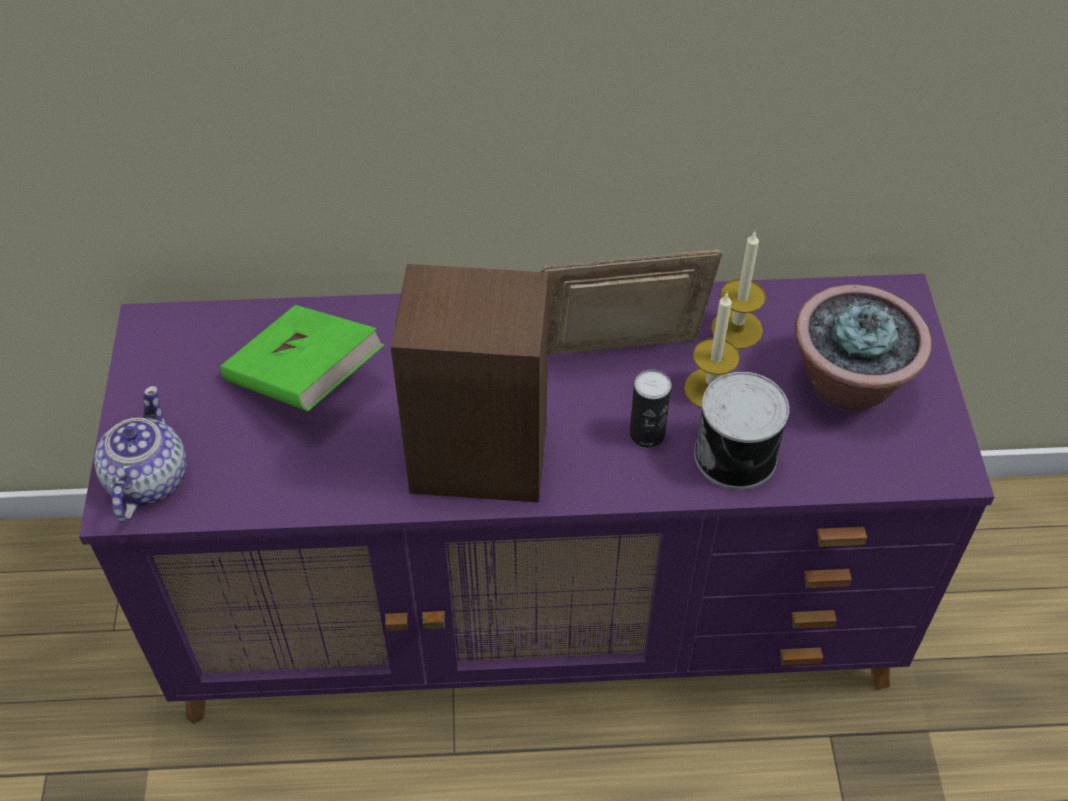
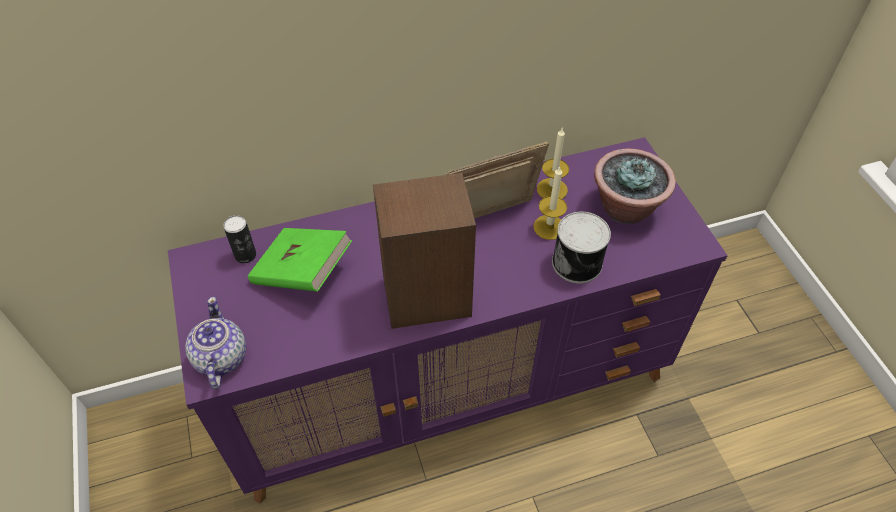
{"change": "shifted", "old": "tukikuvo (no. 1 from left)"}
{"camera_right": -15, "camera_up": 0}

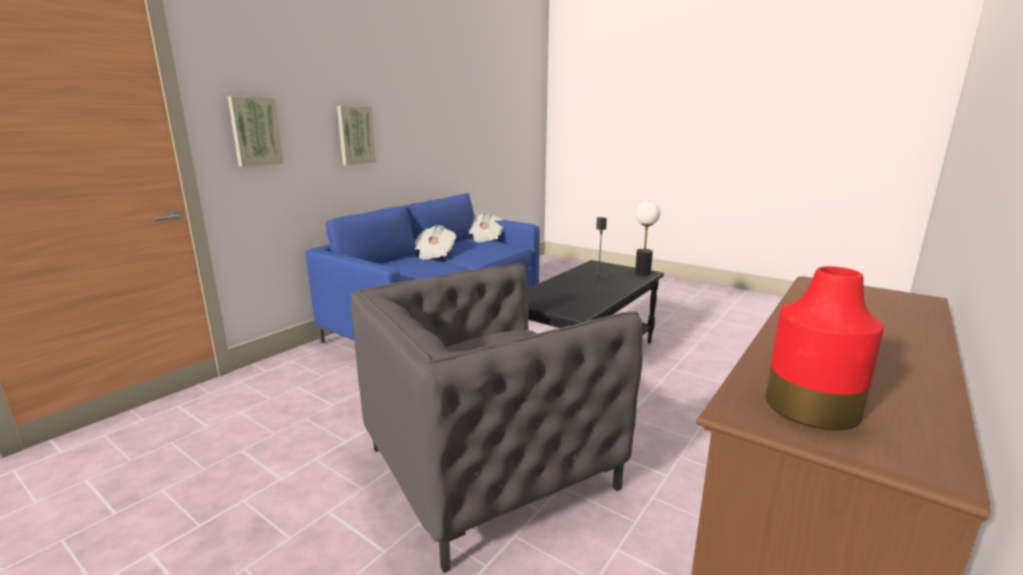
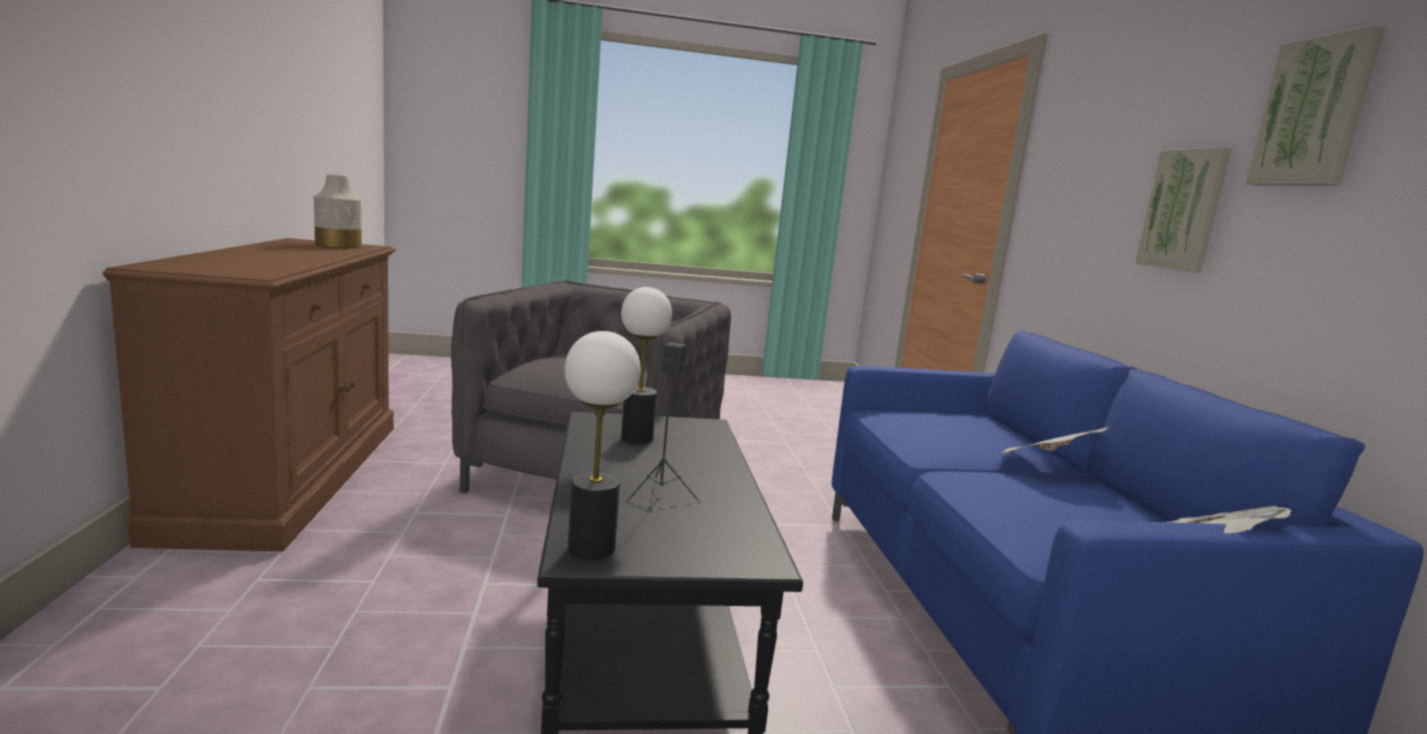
{"change": "repainted", "old": "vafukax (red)", "new": "vafukax (beige)"}
{"change": "new", "new": "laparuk (no. 2 from left)"}
{"change": "shifted", "old": "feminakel (no. 1 from left in the first image)", "new": "feminakel (no. 2 from left)"}
{"camera_right": 135, "camera_up": -5}

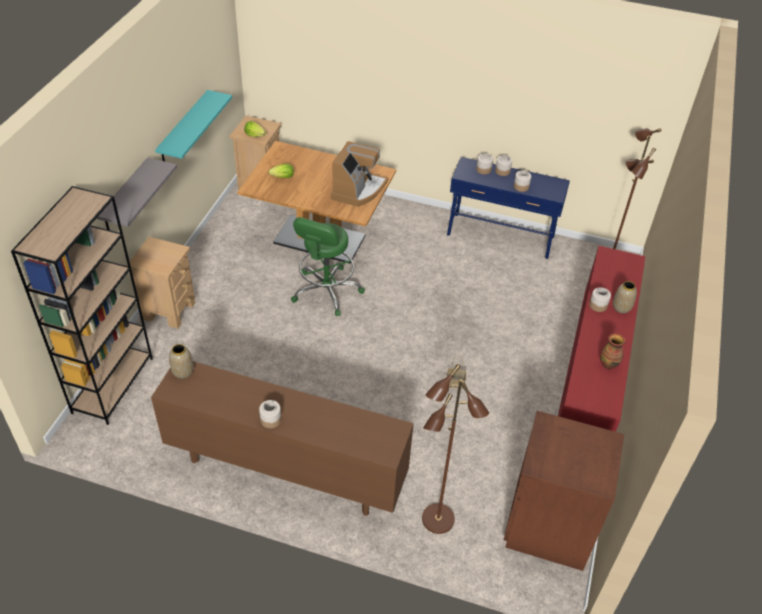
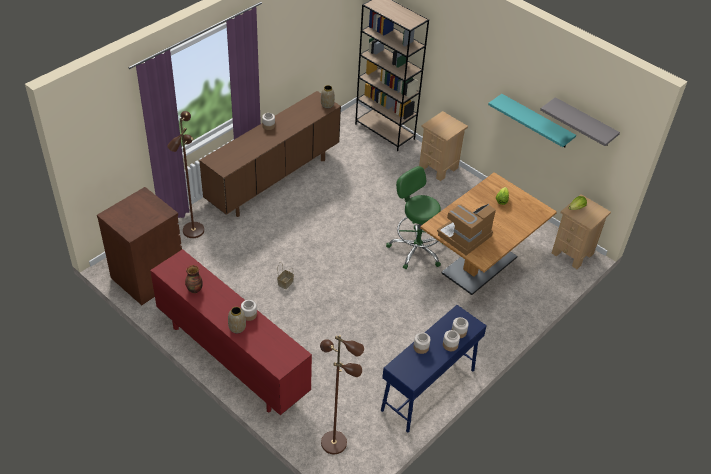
{"change": "rotated", "old": "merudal", "degrees": 90}
{"change": "shifted", "old": "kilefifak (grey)"}
{"camera_right": 115, "camera_up": 0}

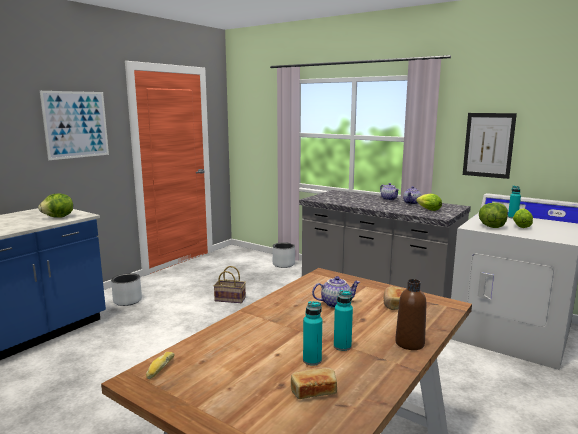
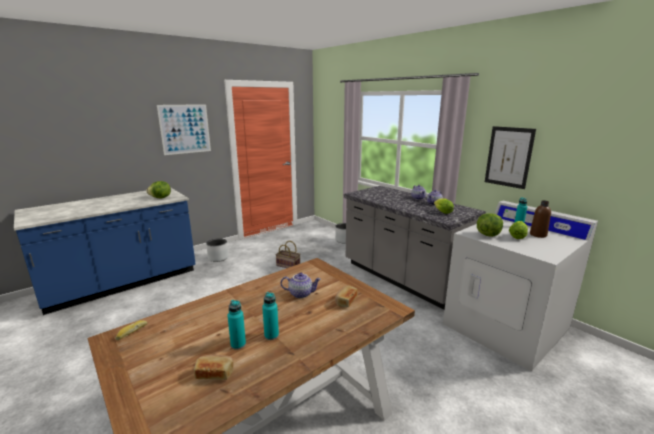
{"change": "shifted", "old": "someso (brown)"}
{"camera_right": 15, "camera_up": 5}

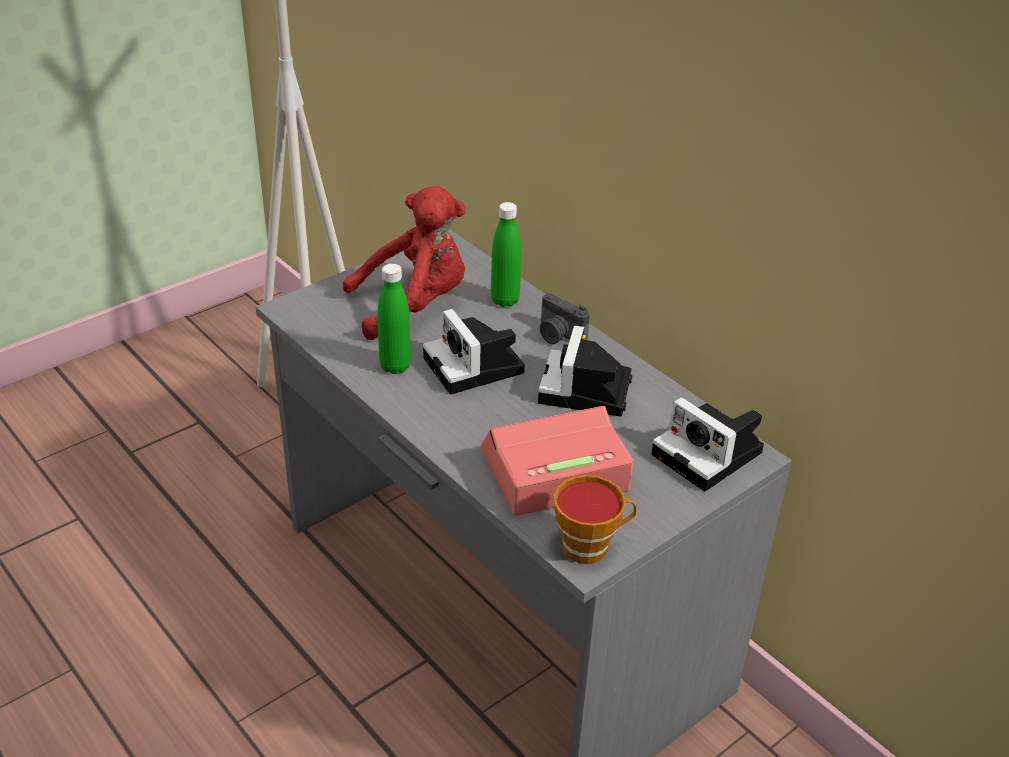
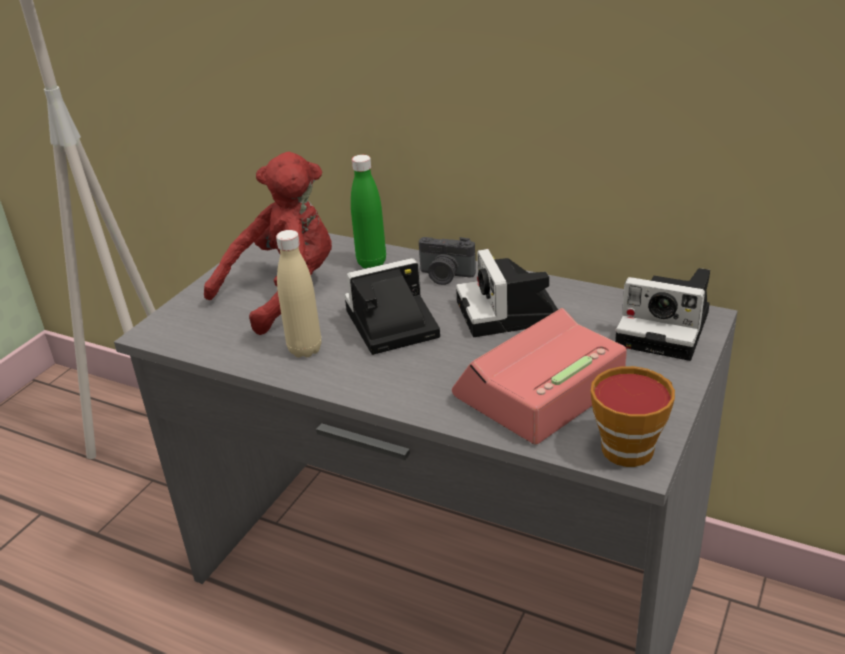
{"change": "repainted", "old": "someso (green) (no. 1 from left)", "new": "someso (beige)"}
{"change": "rotated", "old": "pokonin (no. 1 from left)", "degrees": 120}
{"camera_right": -20, "camera_up": -5}

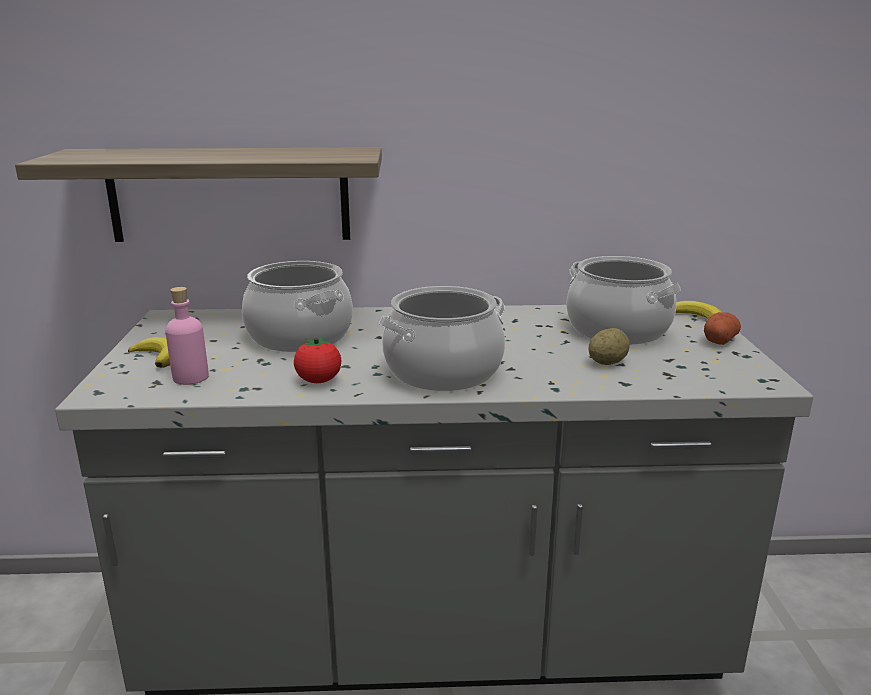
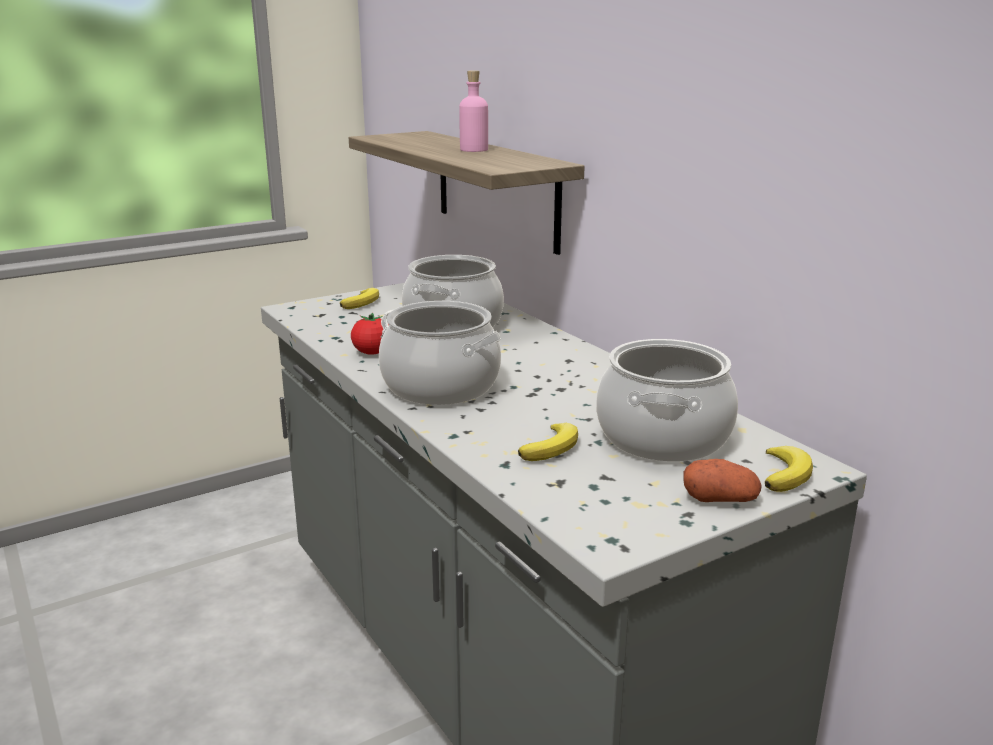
{"change": "shifted", "old": "someso (pink)"}
{"change": "swapped", "old": "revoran (no. 1 from left)", "new": "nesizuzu (no. 2 from left)"}
{"camera_right": 60, "camera_up": 0}

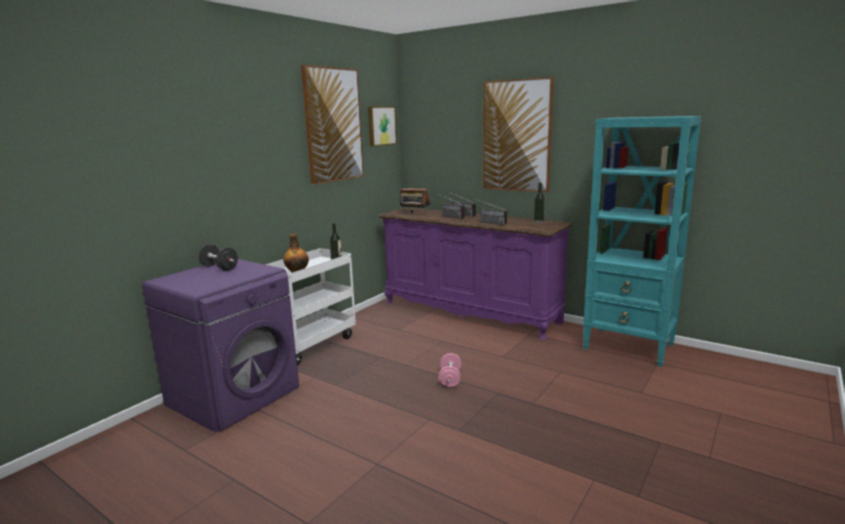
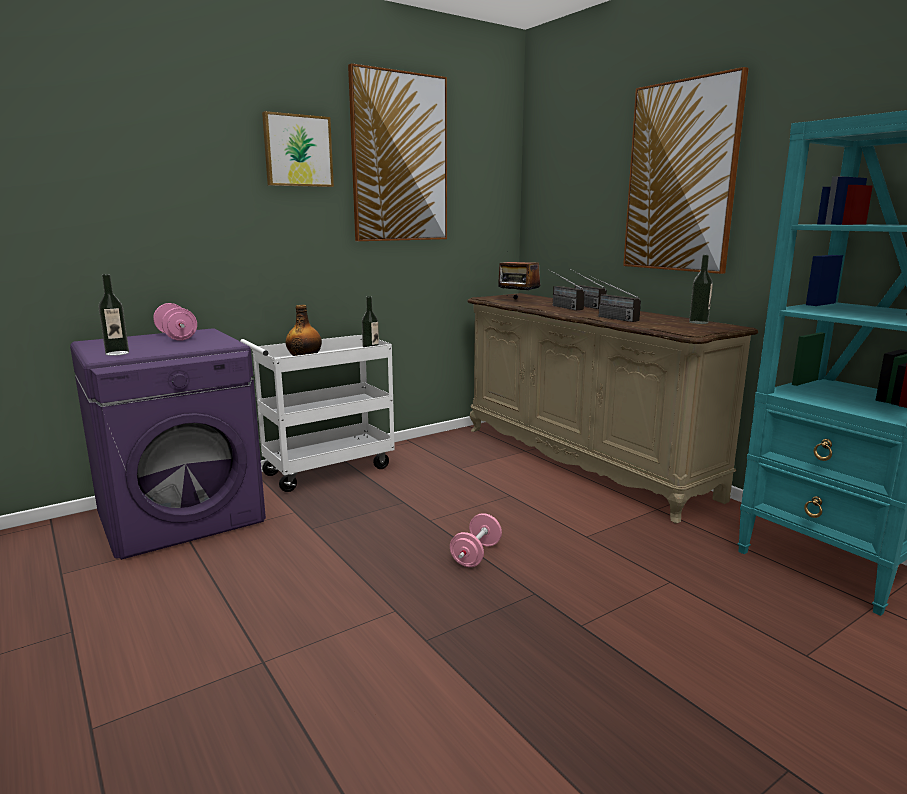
{"change": "new", "new": "someso (no. 1 from left)"}
{"change": "repainted", "old": "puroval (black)", "new": "puroval (pink) (no. 1 from left)"}
{"change": "shifted", "old": "feminakel (no. 2 from left in the first image)", "new": "feminakel (no. 1 from left)"}
{"change": "repainted", "old": "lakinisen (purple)", "new": "lakinisen (beige)"}
{"camera_right": 20, "camera_up": 0}

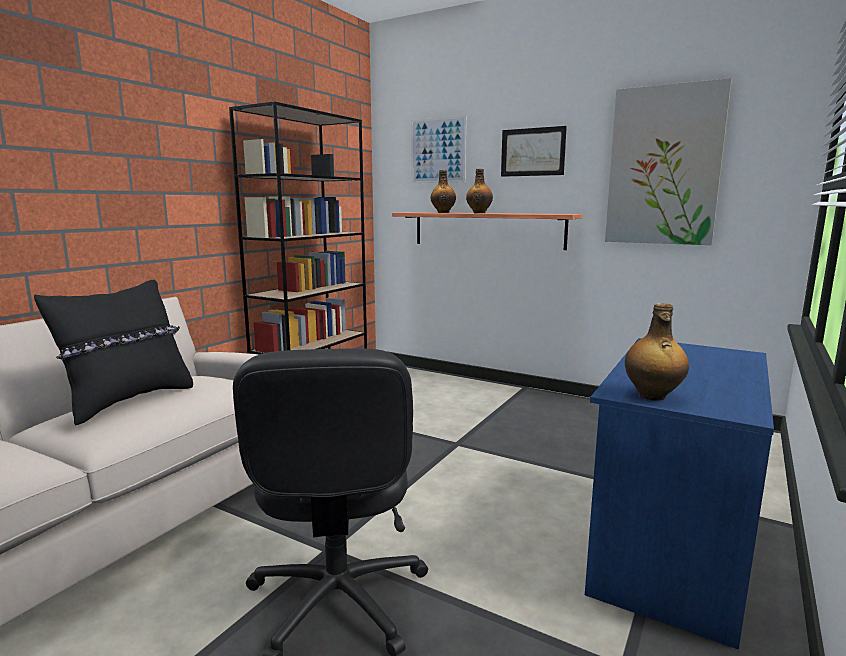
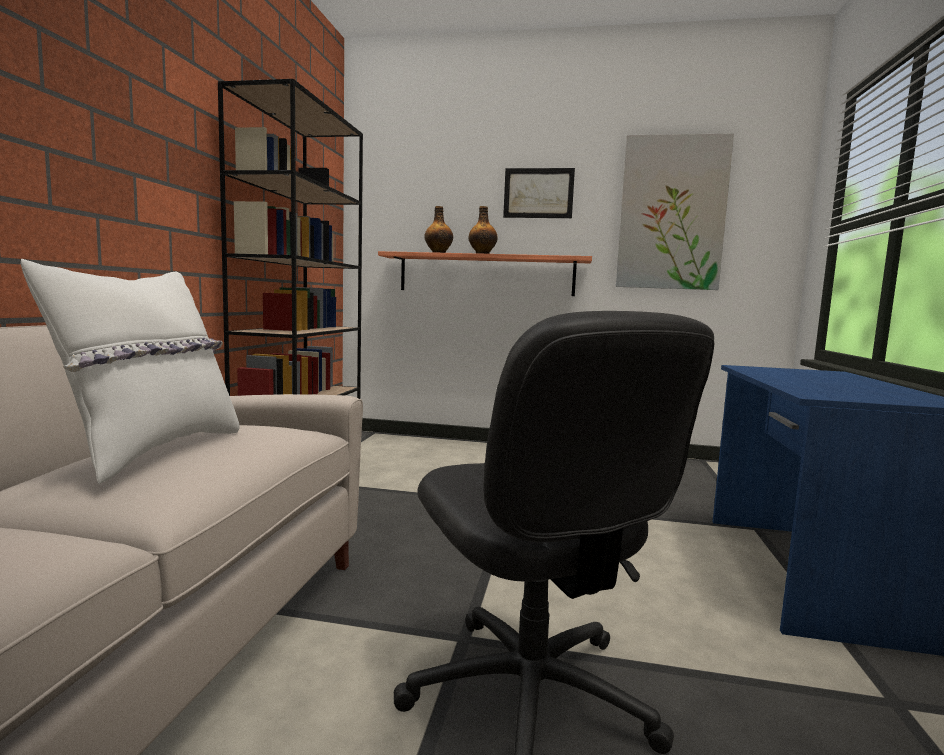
{"change": "repainted", "old": "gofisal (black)", "new": "gofisal (white)"}
{"change": "gone", "old": "feminakel (no. 1 from left)"}
{"change": "gone", "old": "someso (no. 3 from left)"}
{"camera_right": -20, "camera_up": -5}

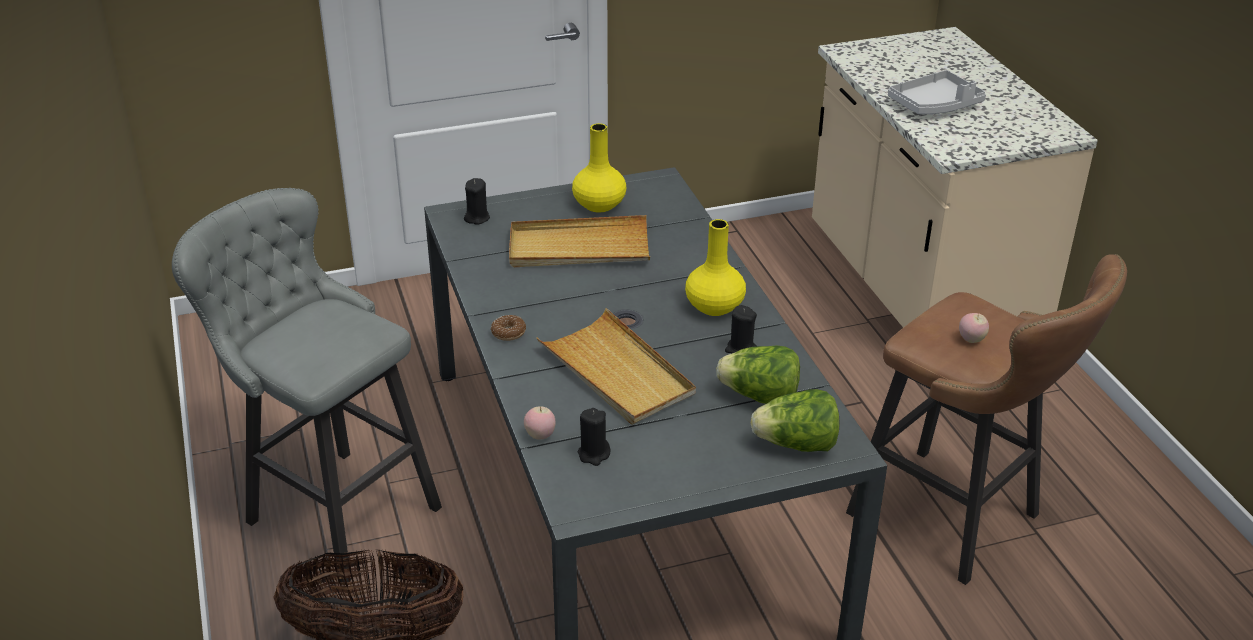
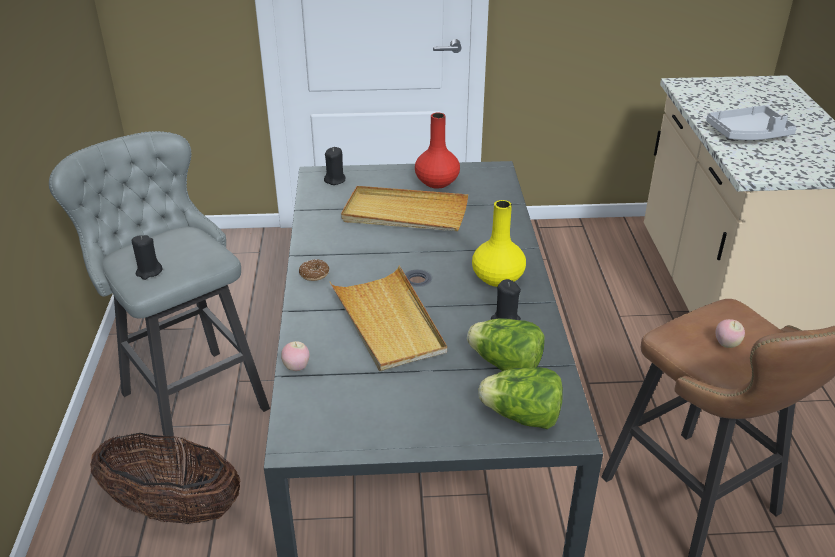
{"change": "shifted", "old": "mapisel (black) (no. 2 from left in the first image)", "new": "mapisel (black) (no. 1 from left)"}
{"change": "repainted", "old": "vafukax (yellow) (no. 1 from left)", "new": "vafukax (red)"}
{"camera_right": 15, "camera_up": 0}

